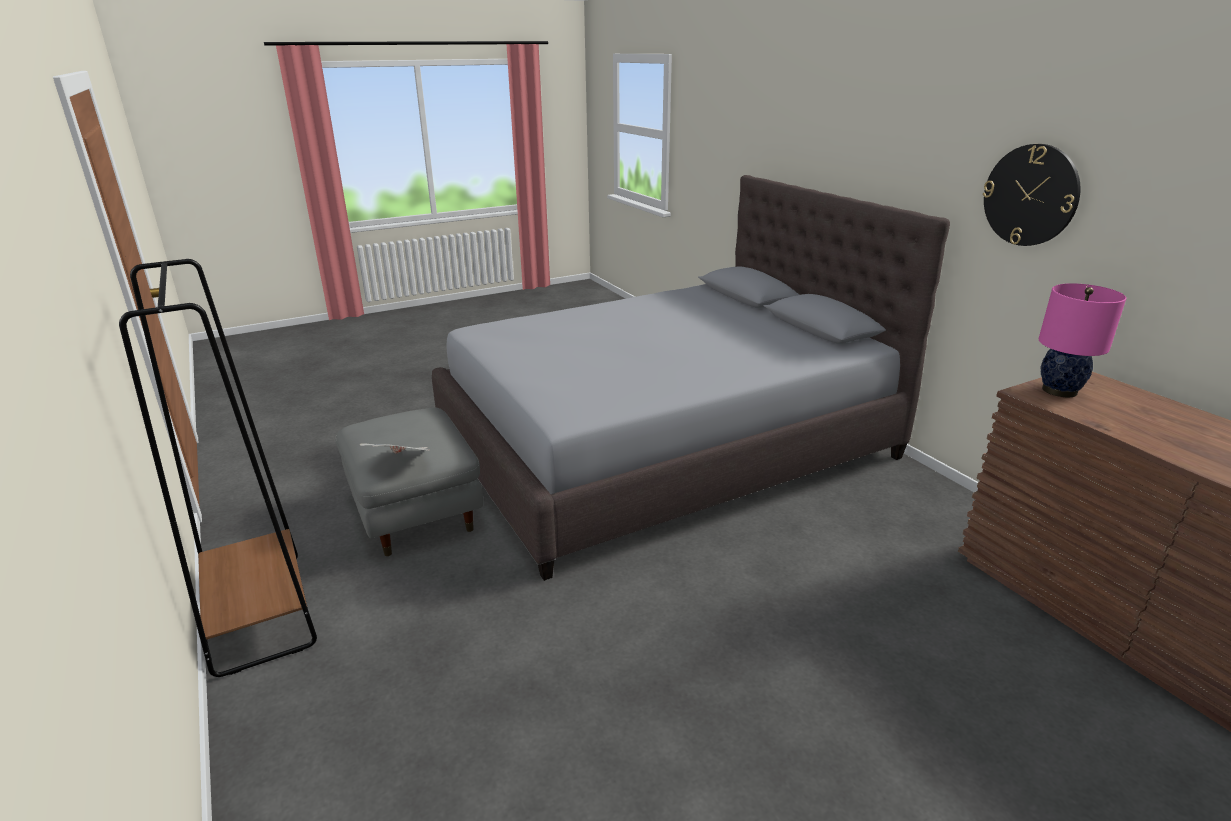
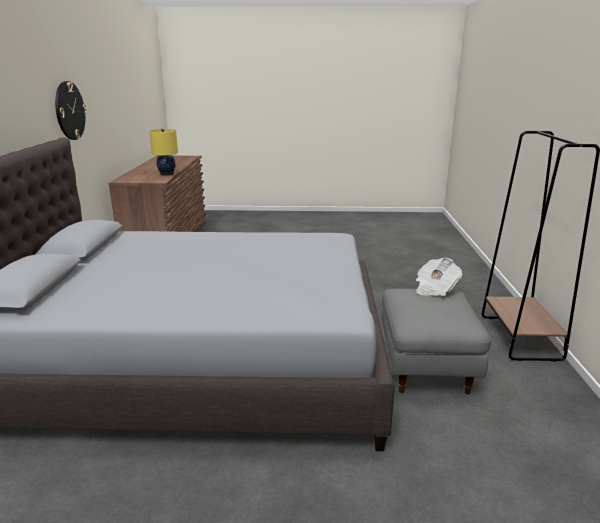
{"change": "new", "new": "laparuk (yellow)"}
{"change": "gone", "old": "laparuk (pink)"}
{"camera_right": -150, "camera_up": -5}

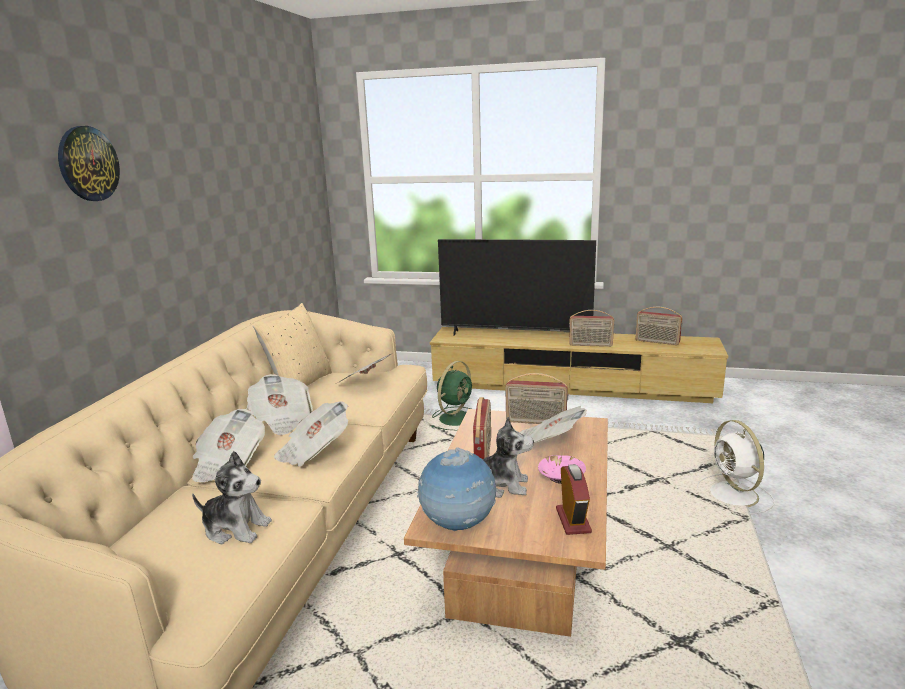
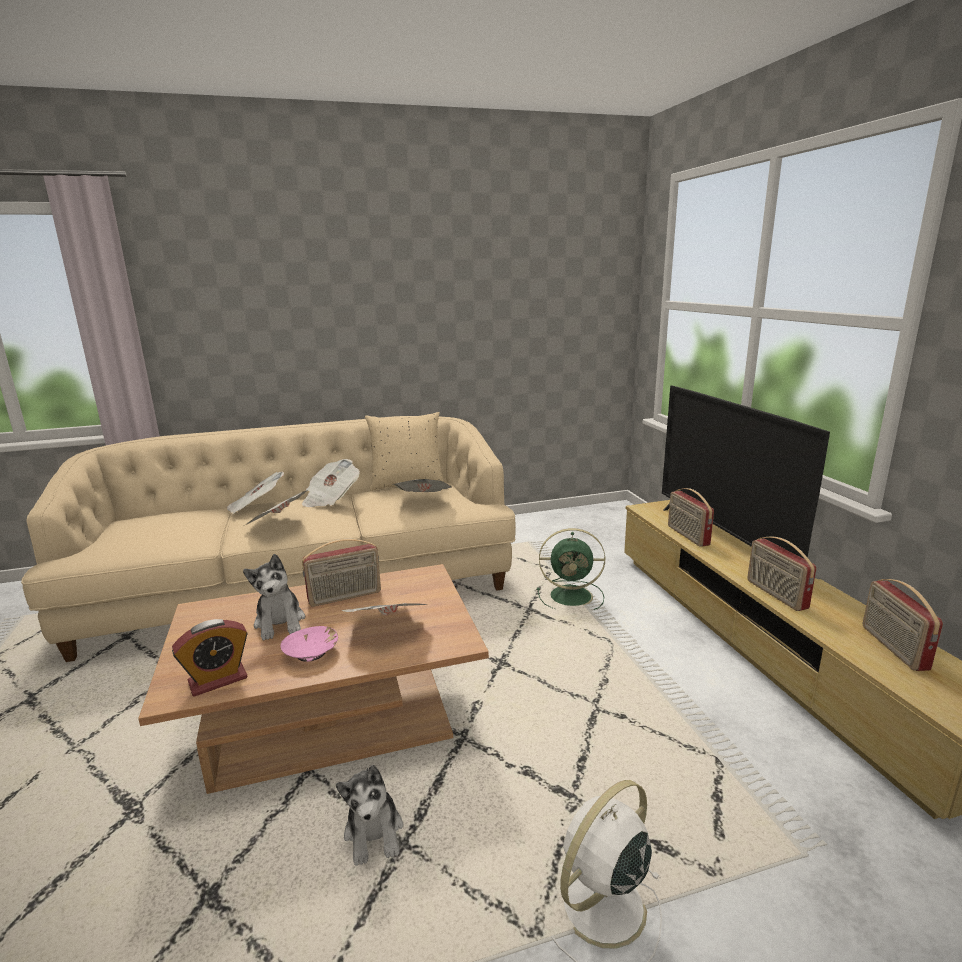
{"change": "shifted", "old": "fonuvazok (no. 1 from left in the first image)", "new": "fonuvazok (no. 2 from left)"}
{"change": "shifted", "old": "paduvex (no. 2 from left)"}
{"change": "gone", "old": "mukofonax"}
{"change": "gone", "old": "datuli"}
{"camera_right": 60, "camera_up": 0}

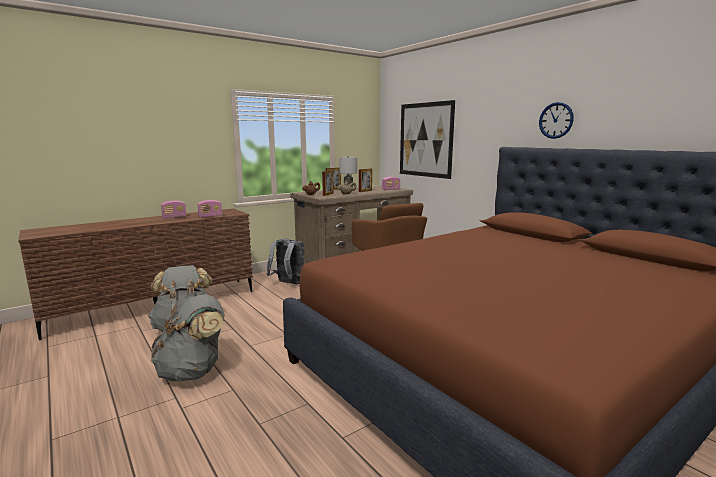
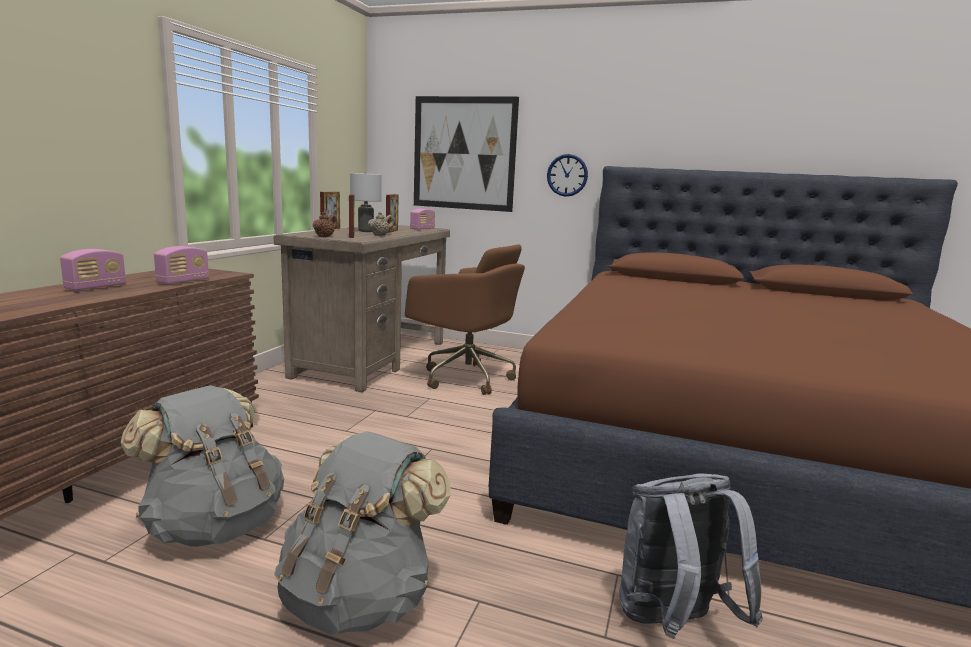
{"change": "shifted", "old": "mukofonax"}
{"change": "shifted", "old": "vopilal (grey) (no. 3 from left)"}
{"camera_right": -35, "camera_up": 0}

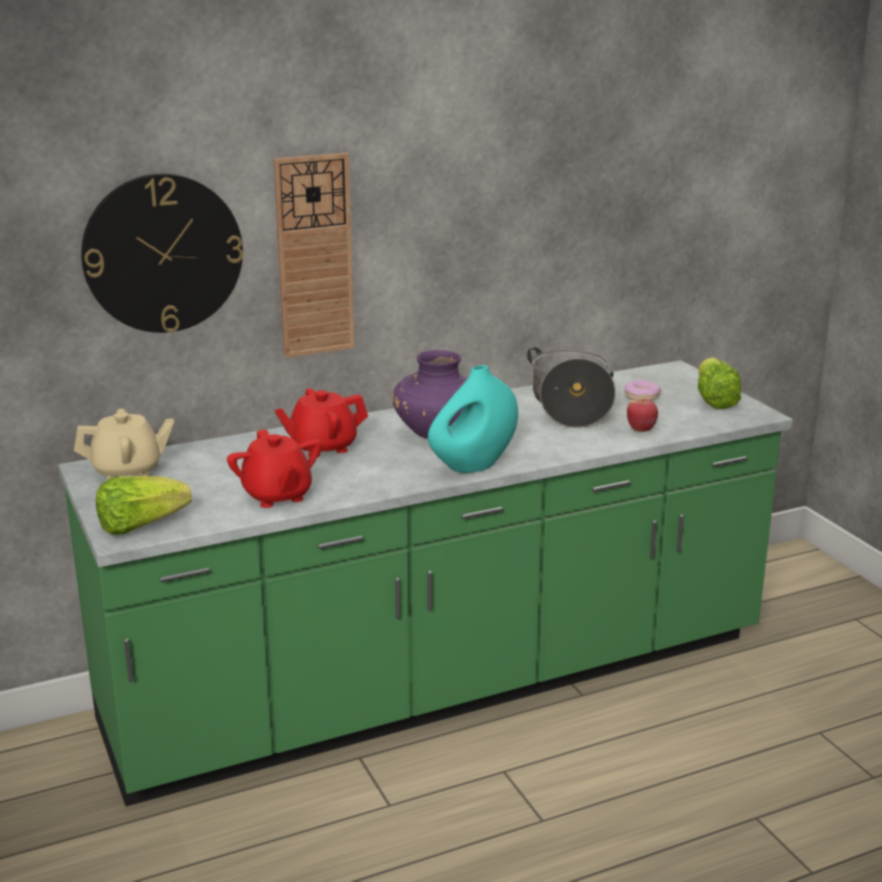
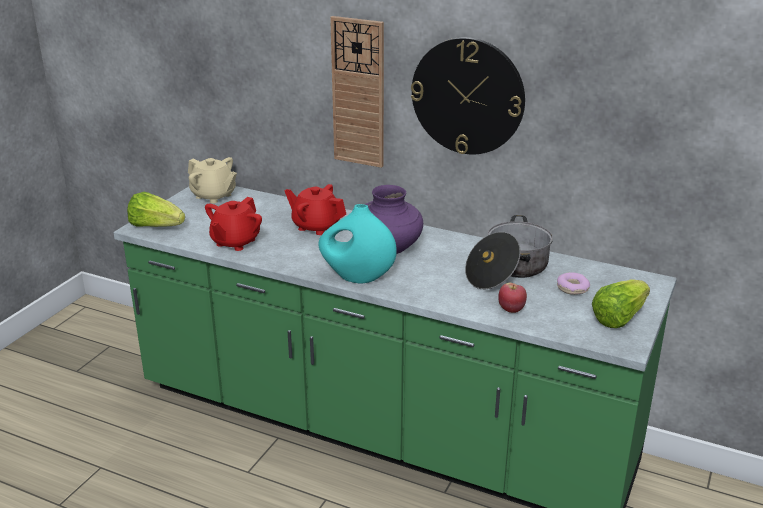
{"change": "shifted", "old": "mukofonax (no. 1 from left in the first image)", "new": "mukofonax (no. 2 from left)"}
{"camera_right": 50, "camera_up": 5}

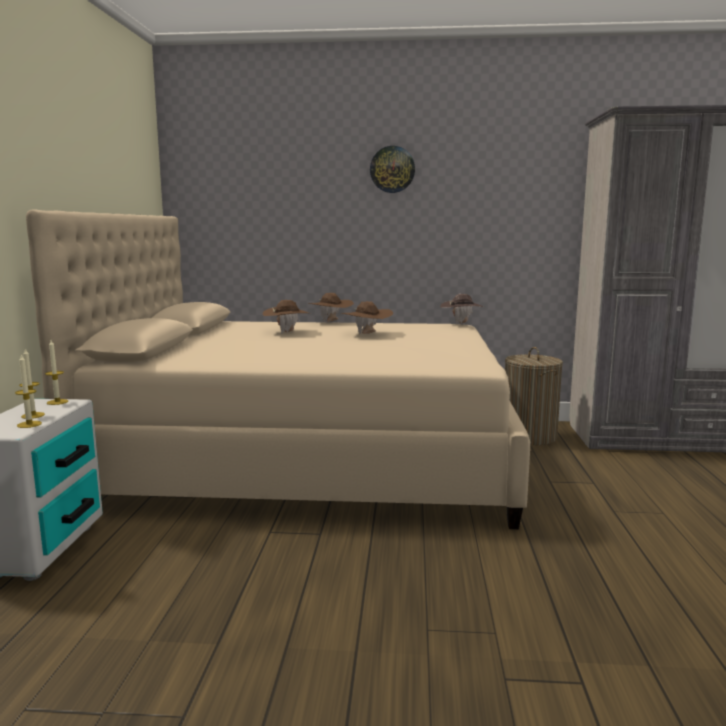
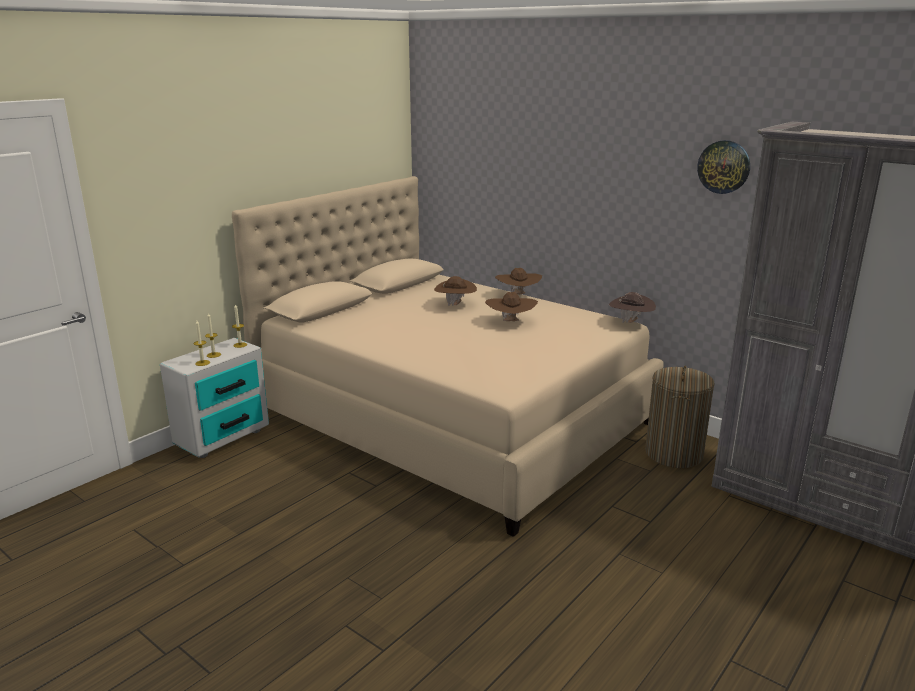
{"change": "shifted", "old": "mukofonax"}
{"camera_right": 35, "camera_up": 10}

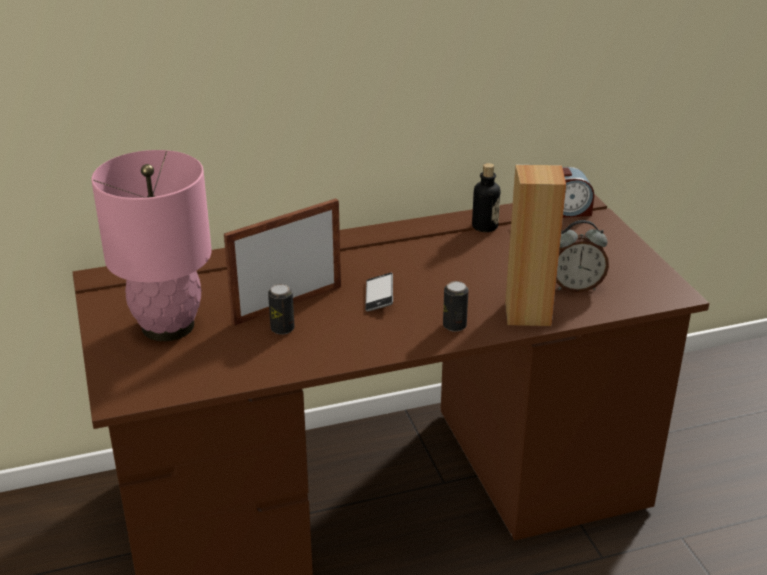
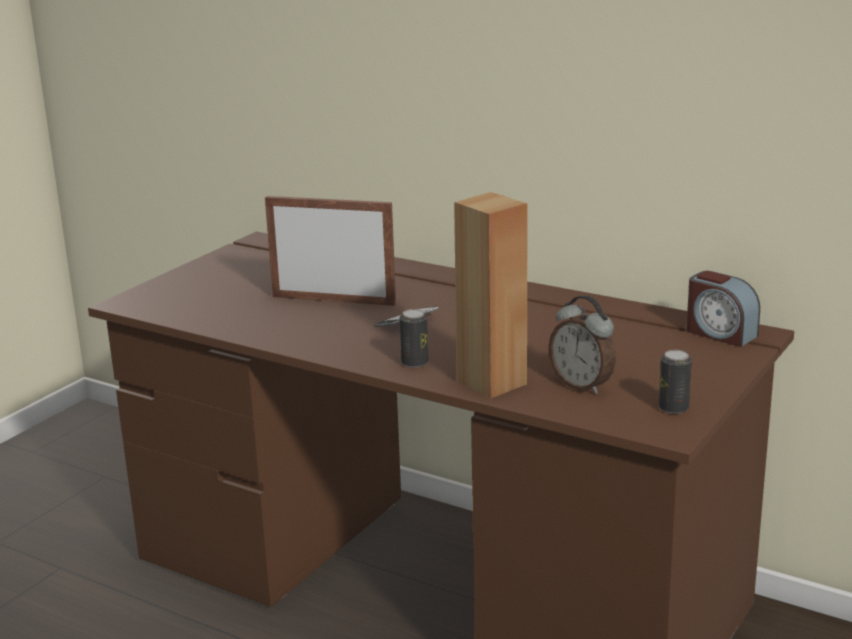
{"change": "shifted", "old": "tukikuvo (no. 1 from left in the first image)", "new": "tukikuvo (no. 2 from left)"}
{"change": "gone", "old": "laparuk (pink)"}
{"change": "gone", "old": "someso"}
{"camera_right": 50, "camera_up": -10}

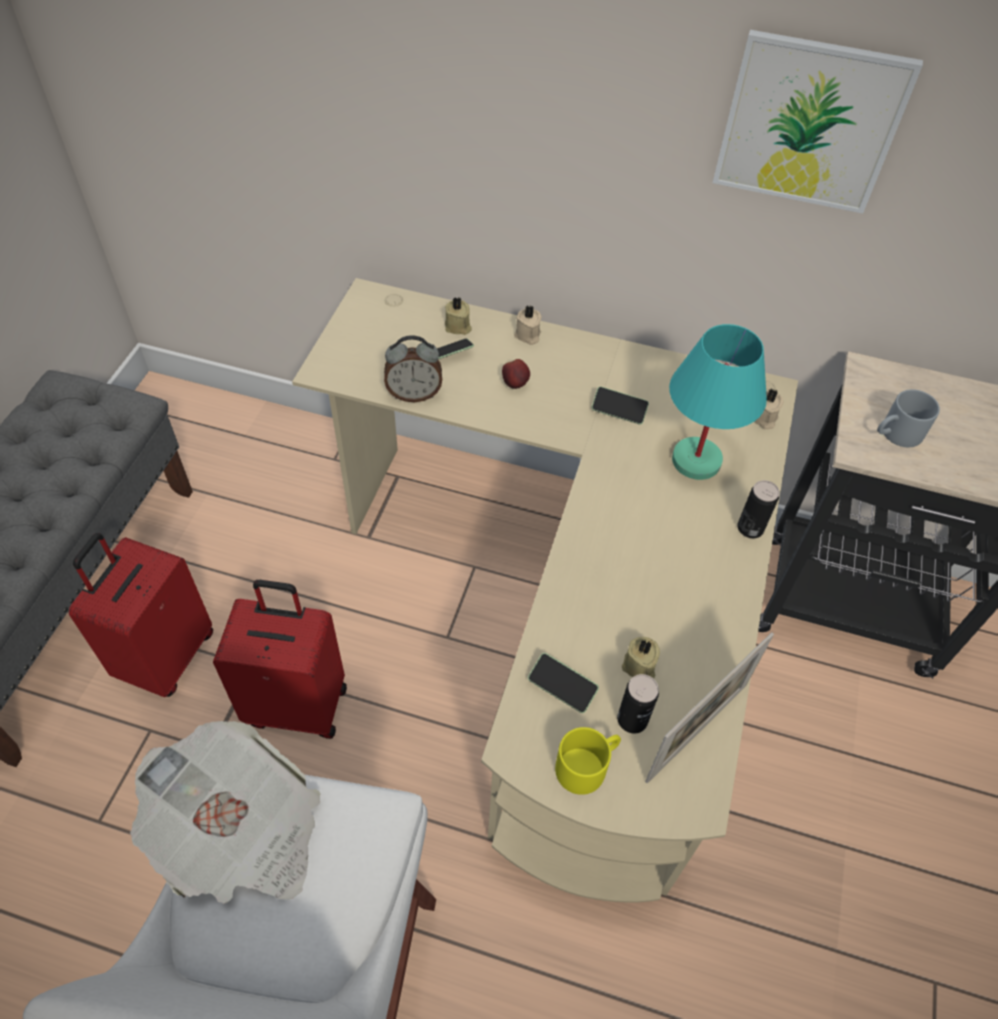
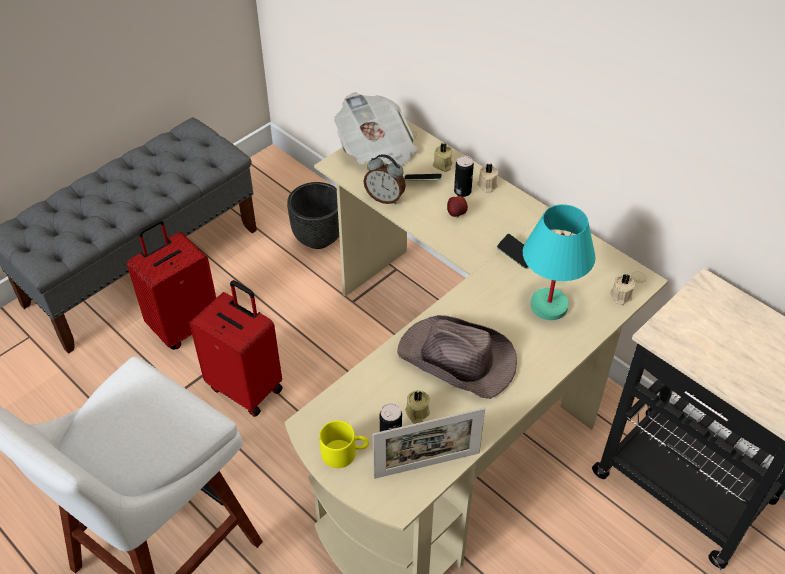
{"change": "new", "new": "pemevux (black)"}
{"change": "shifted", "old": "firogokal"}
{"change": "new", "new": "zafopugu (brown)"}
{"change": "shifted", "old": "tukikuvo (no. 2 from left)"}
{"change": "gone", "old": "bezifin (no. 2 from left)"}
{"change": "gone", "old": "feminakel"}
{"change": "gone", "old": "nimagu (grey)"}
{"camera_right": 30, "camera_up": -5}

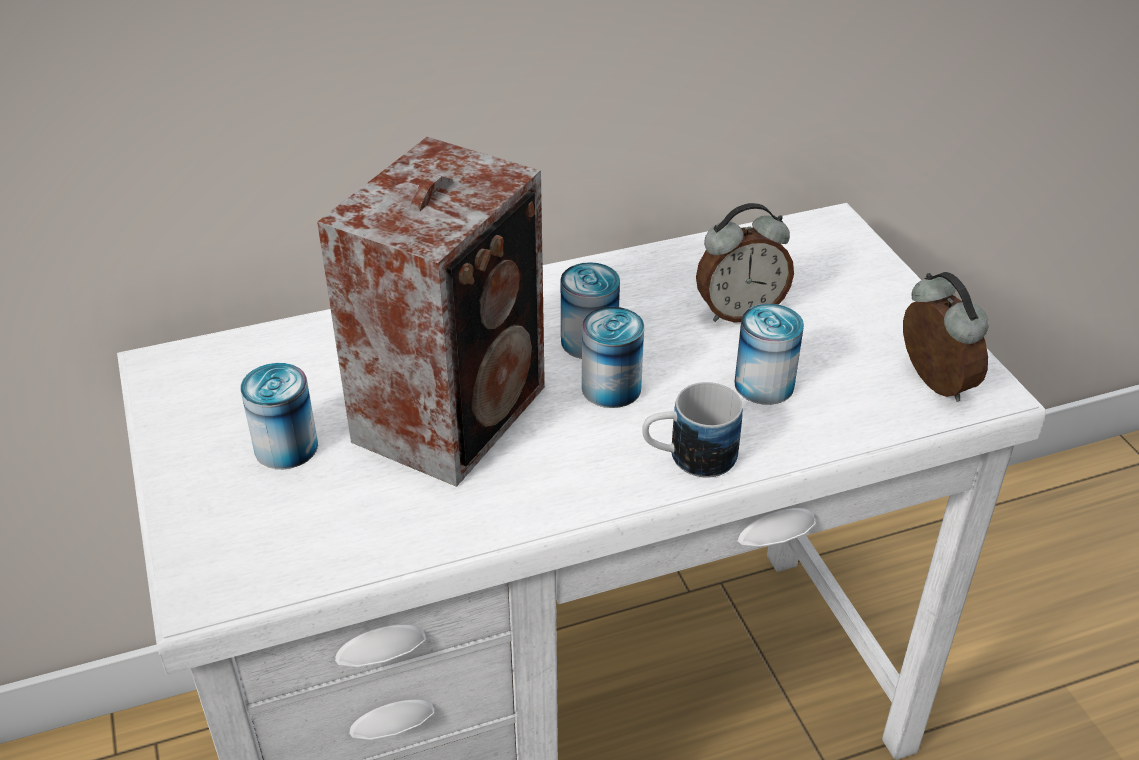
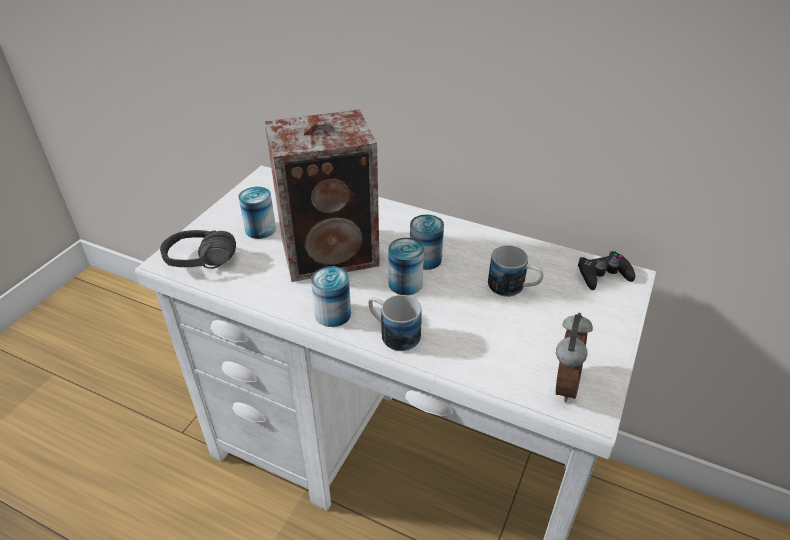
{"change": "new", "new": "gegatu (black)"}
{"change": "shifted", "old": "tukikuvo (no. 4 from left in the first image)", "new": "tukikuvo (no. 2 from left)"}
{"change": "swapped", "old": "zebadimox (no. 1 from left)", "new": "nimagu (no. 2 from left)"}
{"change": "new", "new": "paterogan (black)"}
{"camera_right": 45, "camera_up": 0}

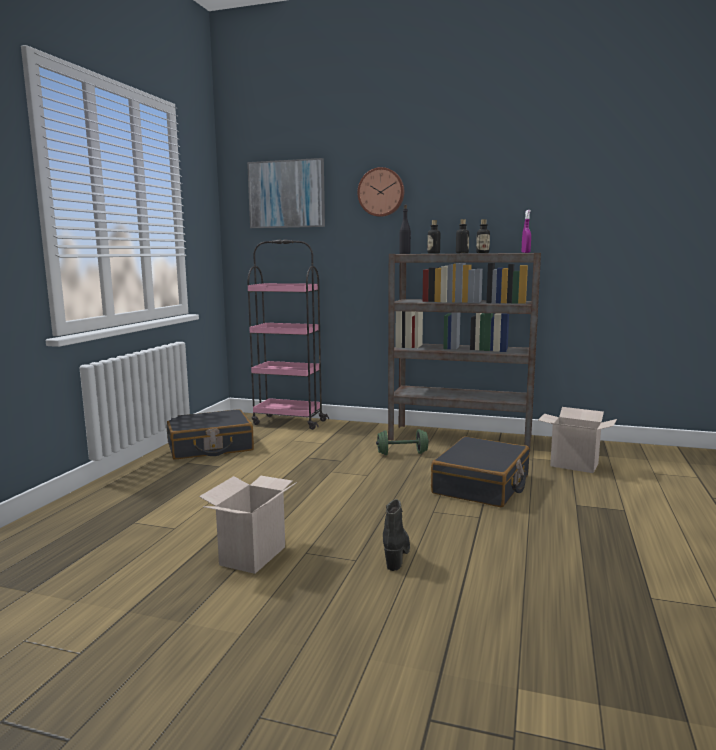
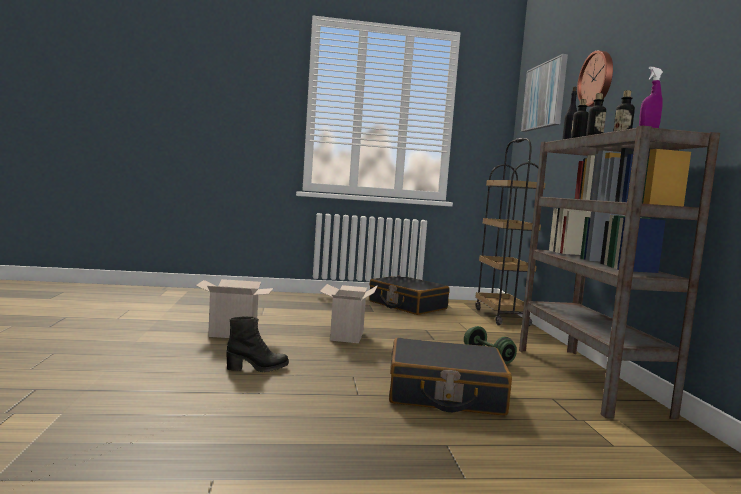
{"change": "shifted", "old": "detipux (no. 2 from left)"}
{"change": "repainted", "old": "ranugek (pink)", "new": "ranugek (brown)"}
{"camera_right": 65, "camera_up": -5}

